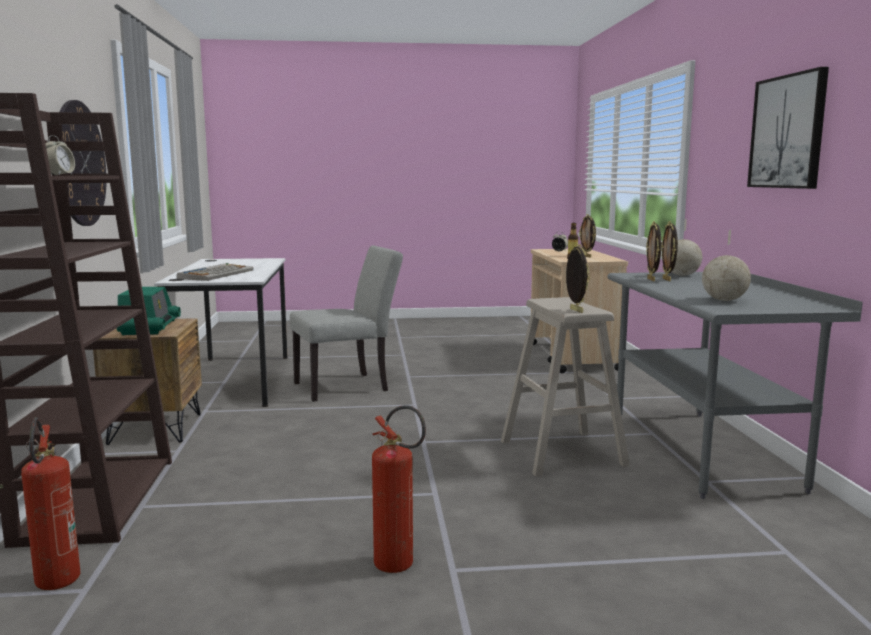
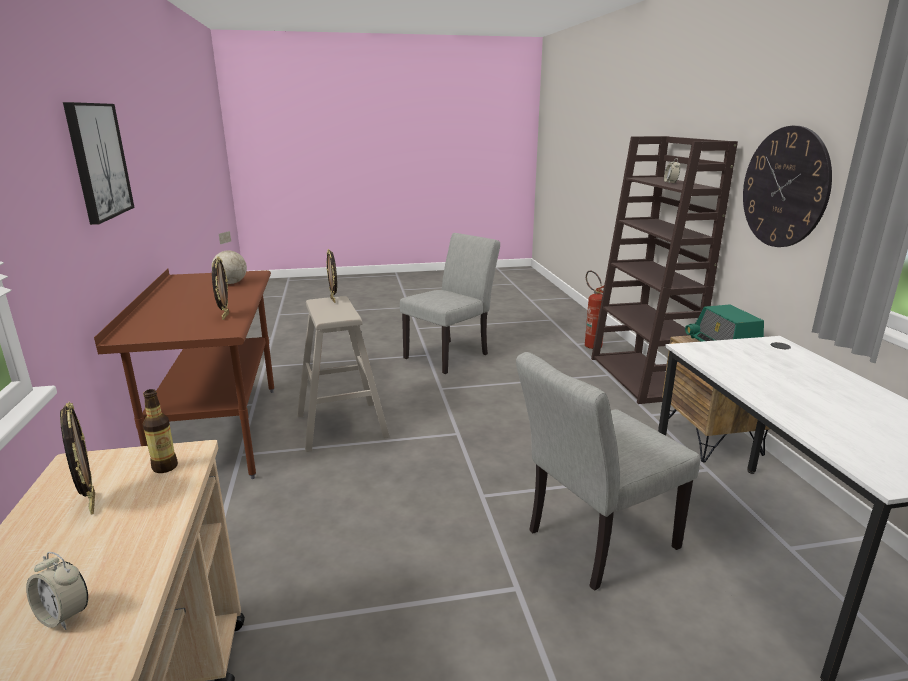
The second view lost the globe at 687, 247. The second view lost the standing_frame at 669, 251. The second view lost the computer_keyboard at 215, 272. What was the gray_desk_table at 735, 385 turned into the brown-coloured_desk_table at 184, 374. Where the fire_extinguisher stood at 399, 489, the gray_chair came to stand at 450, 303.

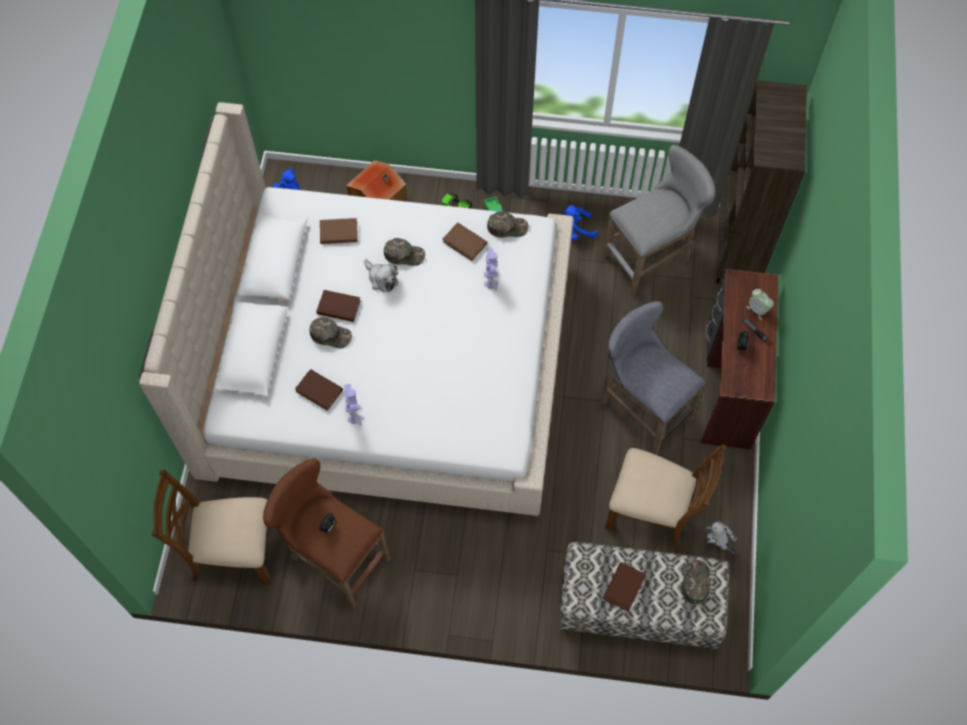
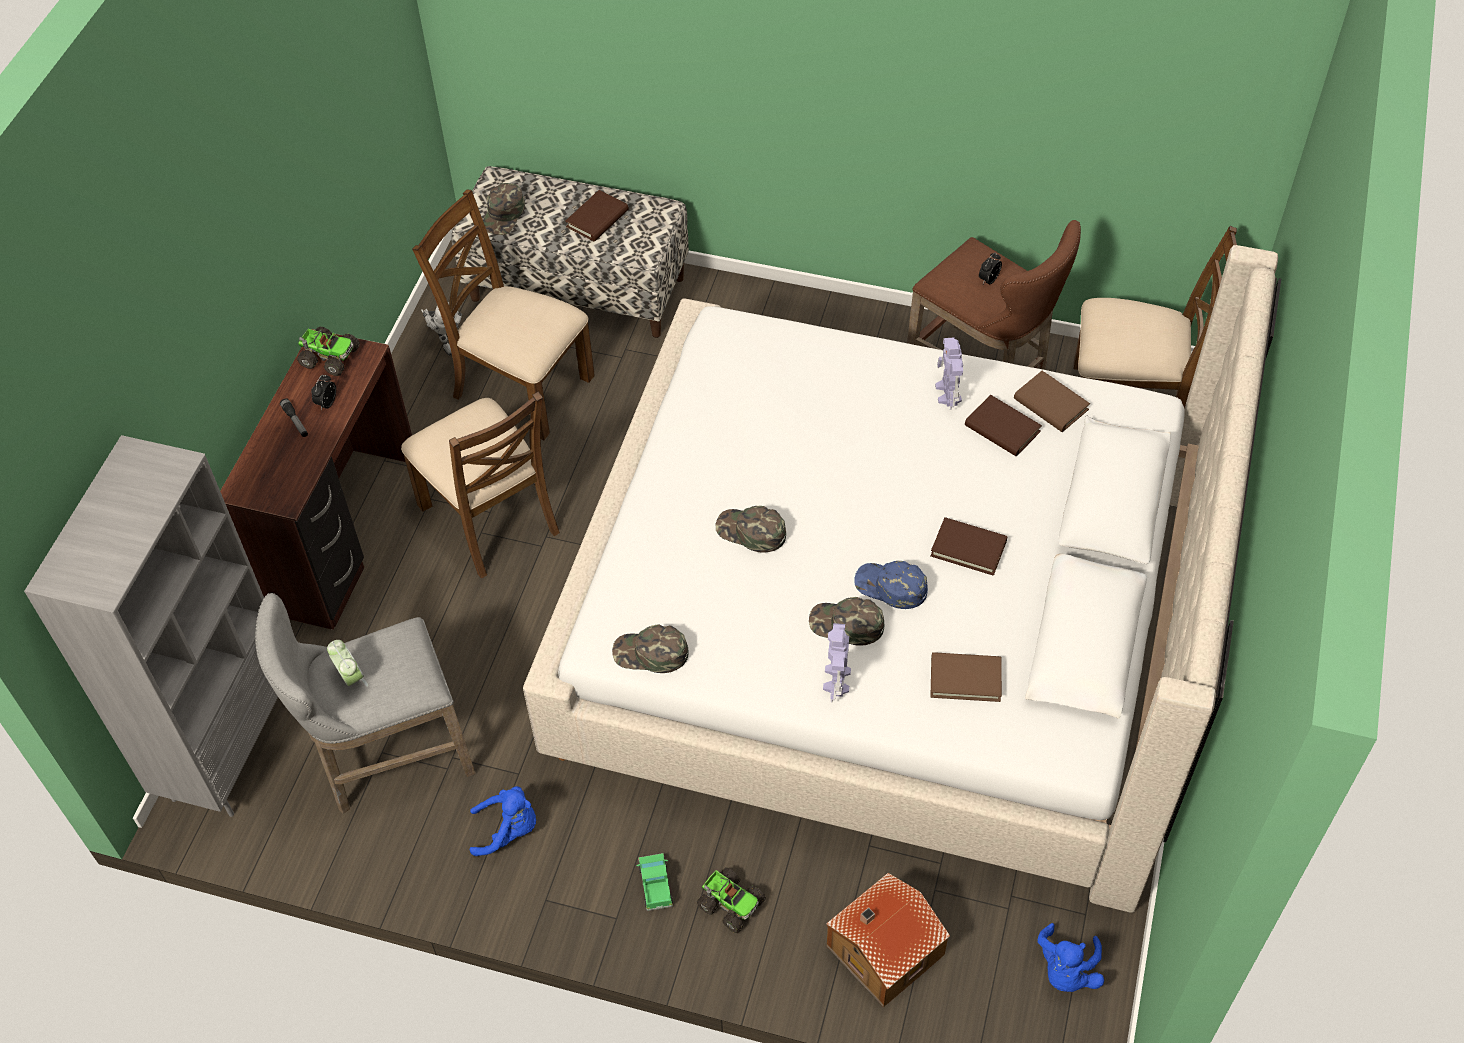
What was the brown-coloured_bookshelf at 761, 181 turned into the gray_bookshelf at 151, 626. The brown-coloured_volume ended up elsewhere, having gone from 465, 241 to 1052, 401. The toy_robot ended up elsewhere, having gone from 491, 269 to 837, 663. Where the cuddly_toy stood at 381, 275, the blue-coloured_baseball_cap came to stand at 891, 585. The alarm_clock ended up elsewhere, having gone from 760, 304 to 347, 663. Where the gray_stool_seat stood at 653, 378, the brown-coloured_chair came to stand at 480, 485. The green_baseball_cap ended up elsewhere, having gone from 330, 333 to 751, 529. The second view gained the toy_lorry at 328, 351.

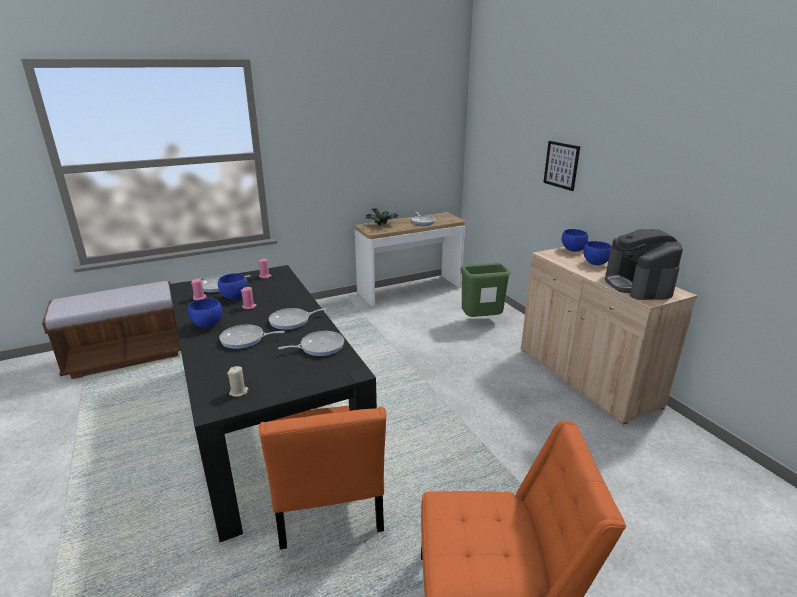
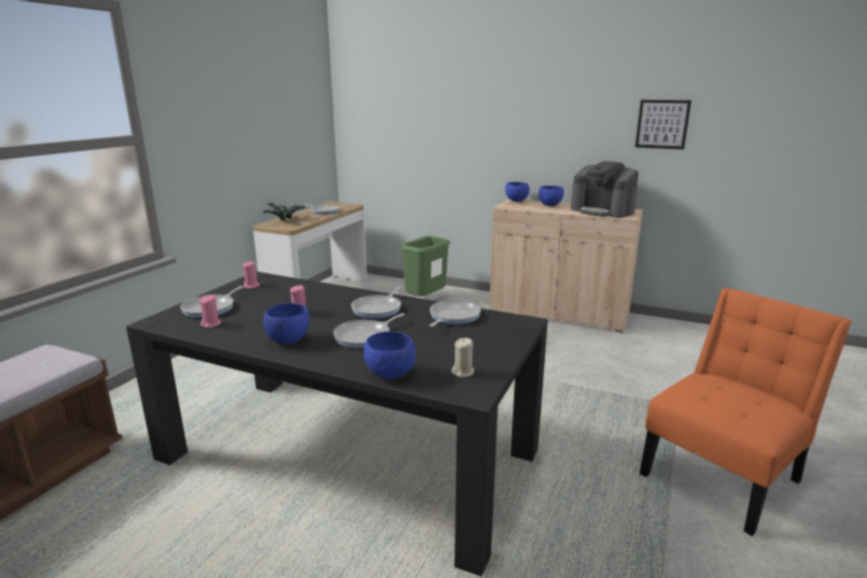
The wall_art ended up elsewhere, having gone from 561, 166 to 663, 124. The blue-coloured_deep_dish ended up elsewhere, having gone from 233, 286 to 390, 355. The second view lost the orange-coloured_chair at 323, 477.

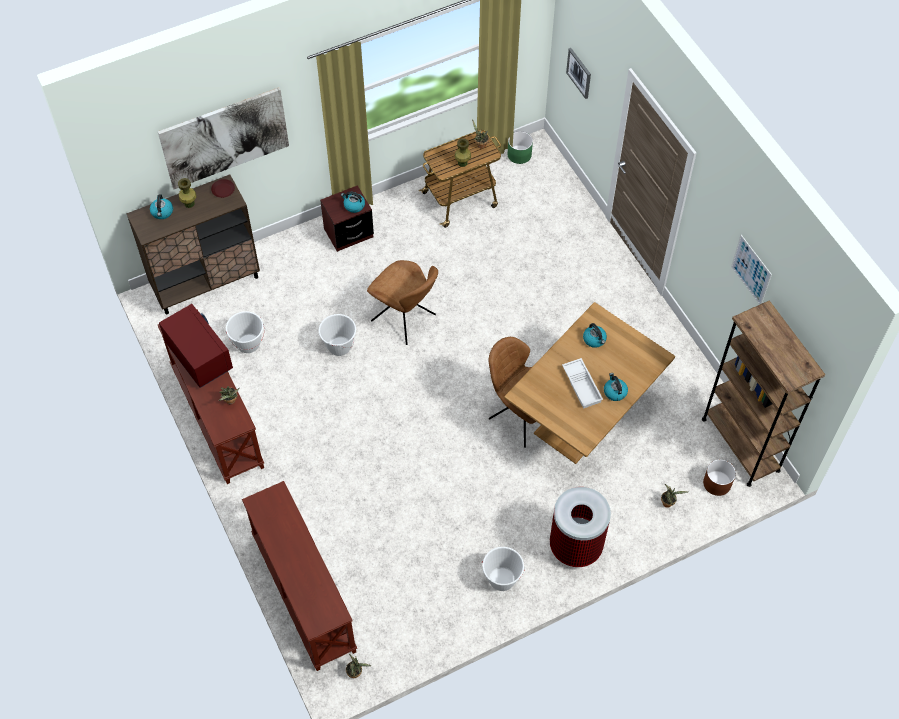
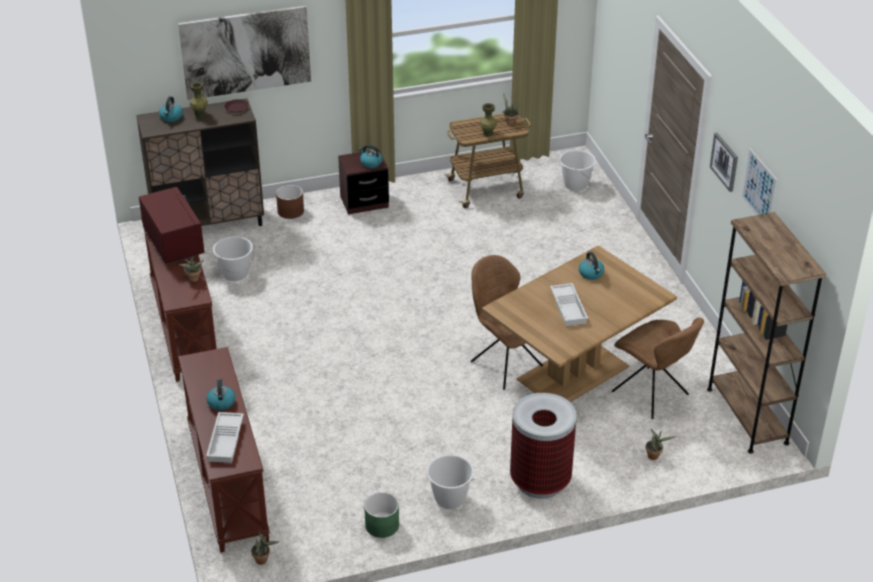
The wall_art ended up elsewhere, having gone from 578, 73 to 724, 162. The green_flower_pot ended up elsewhere, having gone from 520, 147 to 381, 515. The brown-coloured_chair ended up elsewhere, having gone from 402, 302 to 658, 368. The whitish_water_bucket ended up elsewhere, having gone from 337, 335 to 578, 170. The kettle ended up elsewhere, having gone from 616, 387 to 221, 395. The brown-coloured_flower_pot ended up elsewhere, having gone from 719, 477 to 290, 202. The second view gained the whitish_carrying_tray at 225, 437.

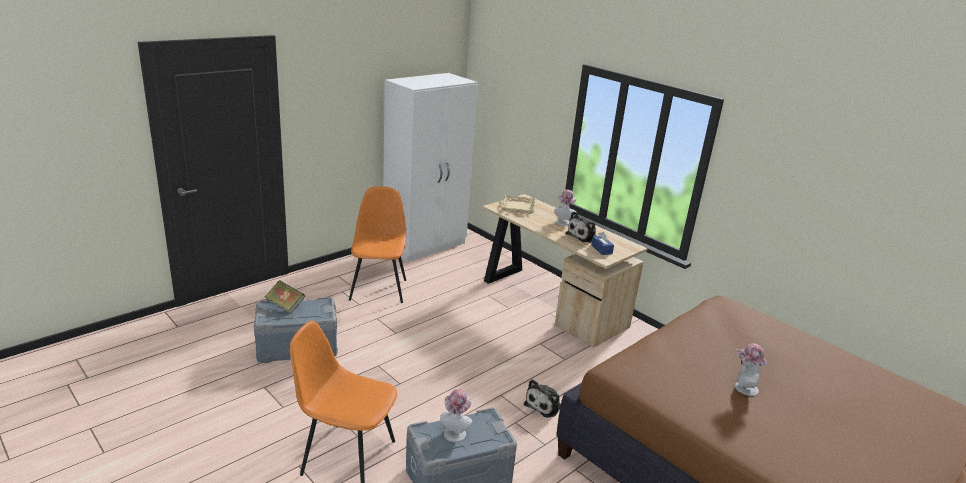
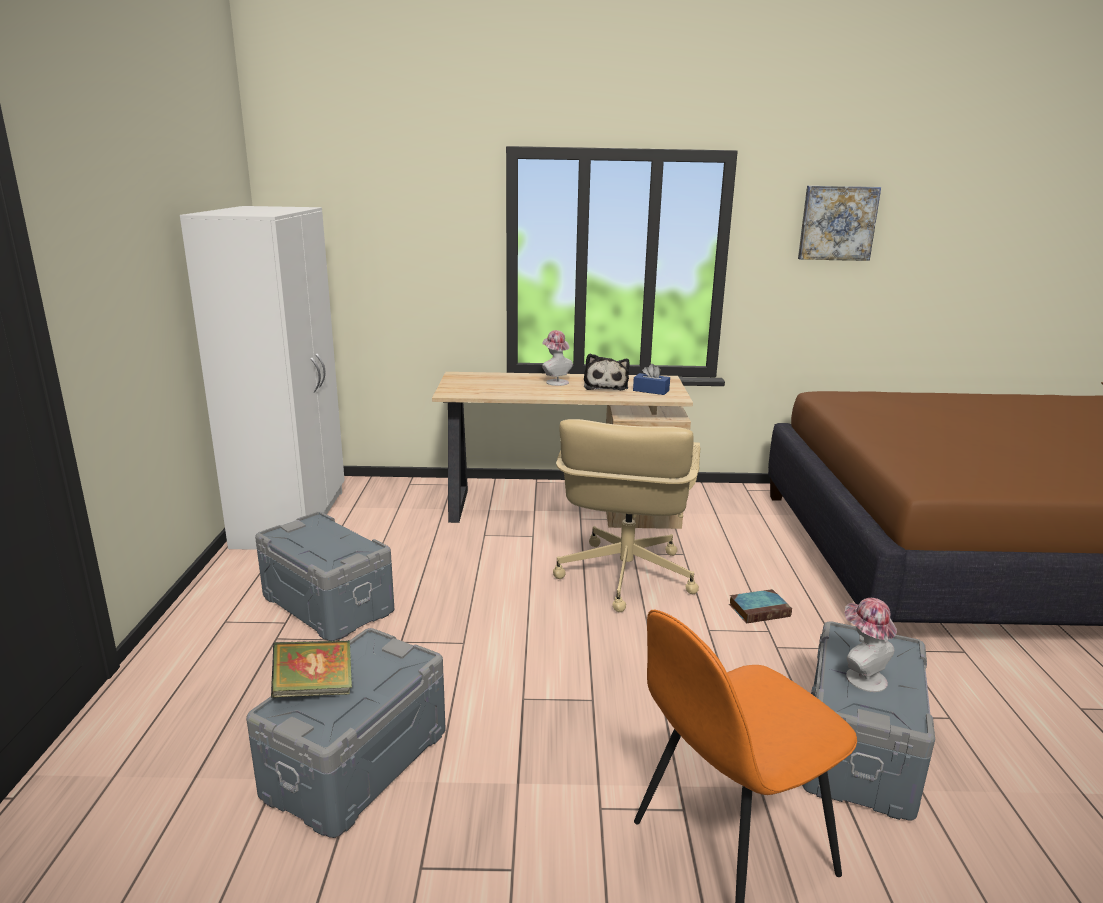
Where the orange-coloured_chair stood at 377, 244, the gray_storage_bin came to stand at 324, 576. The second view lost the beige-coloured_carrying_tray at 518, 204. The second view lost the clothing_hat at 751, 369. Where the cuddly_toy stood at 542, 398, the volume came to stand at 760, 606. The second view gained the wall_art at 839, 223. The second view gained the beige-coloured_computer_chair at 626, 515.

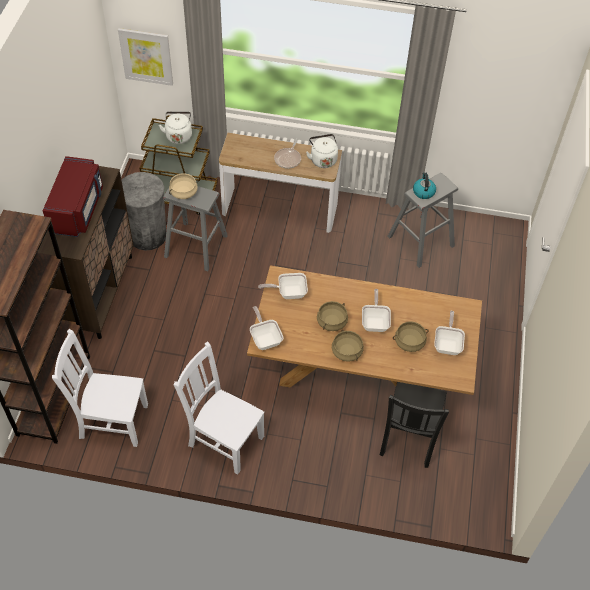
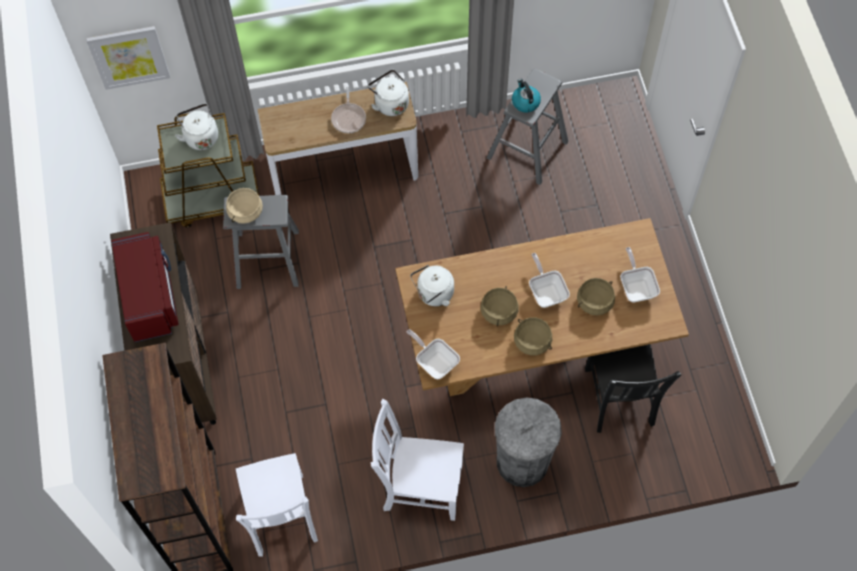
The gray_waste_bin ended up elsewhere, having gone from 144, 211 to 528, 442. Where the skillet stood at 283, 286, the whitish_kettle came to stand at 432, 285. The whitish_chair at 100, 388 ended up facing another way, 90 degrees counterclockwise from before.

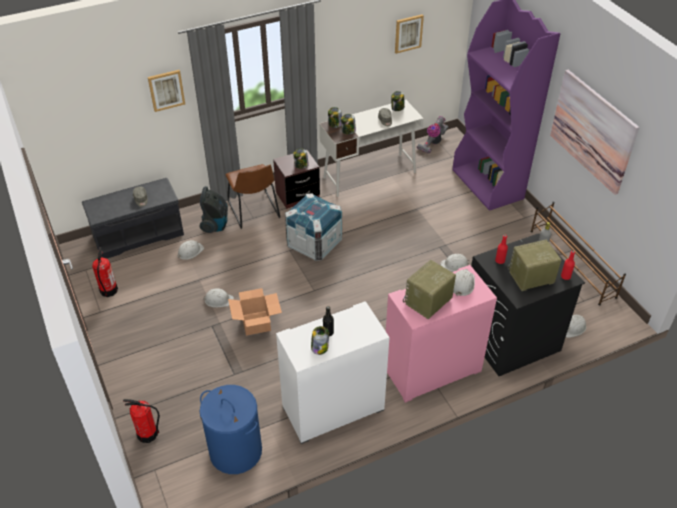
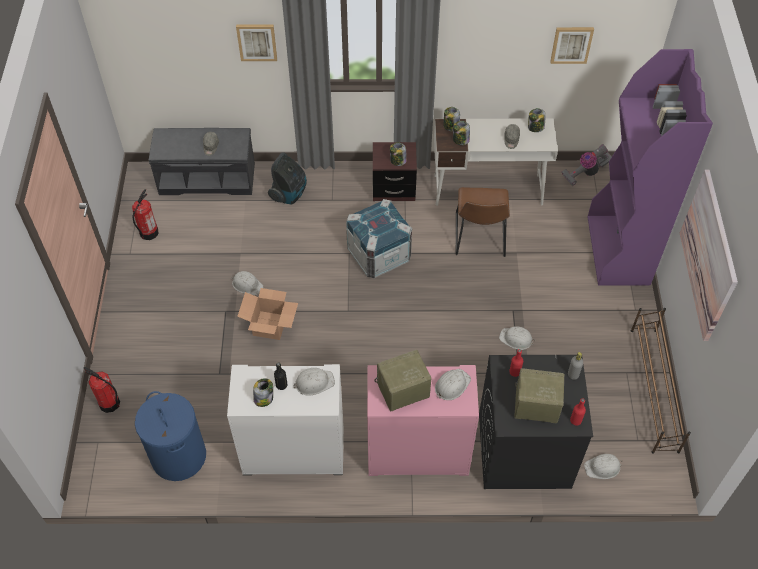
The brown-coloured_chair ended up elsewhere, having gone from 253, 196 to 482, 222. The whitish_hard_hat ended up elsewhere, having gone from 191, 250 to 314, 381.

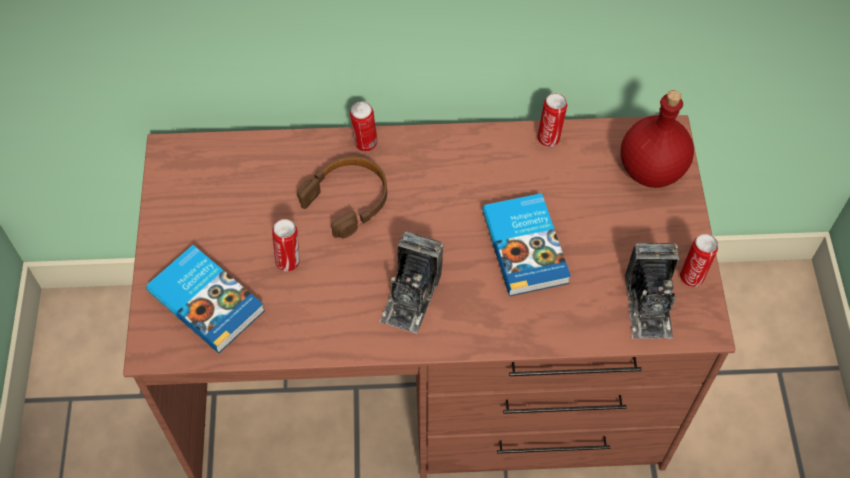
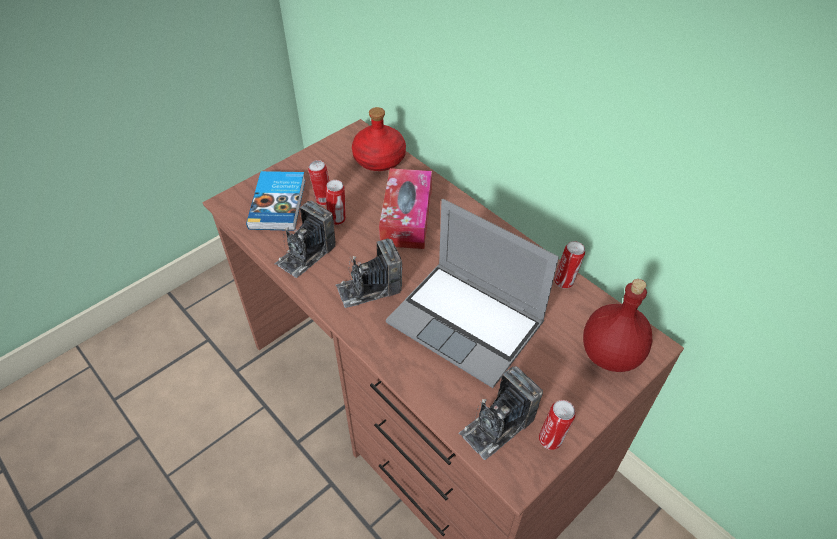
The sealed_can ended up elsewhere, having gone from 363, 126 to 319, 182. Where the brown-coloured_headset stood at 342, 197, the box_of_tissues came to stand at 405, 208. Where the volume stood at 526, 244, the notebook_computer came to stand at 472, 293. The second view gained the reddish_drink_bottle at 379, 139. The second view gained the photo_camera at 305, 239.

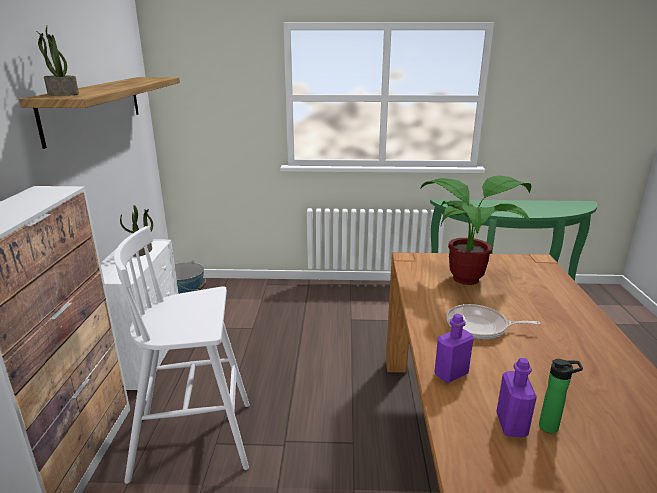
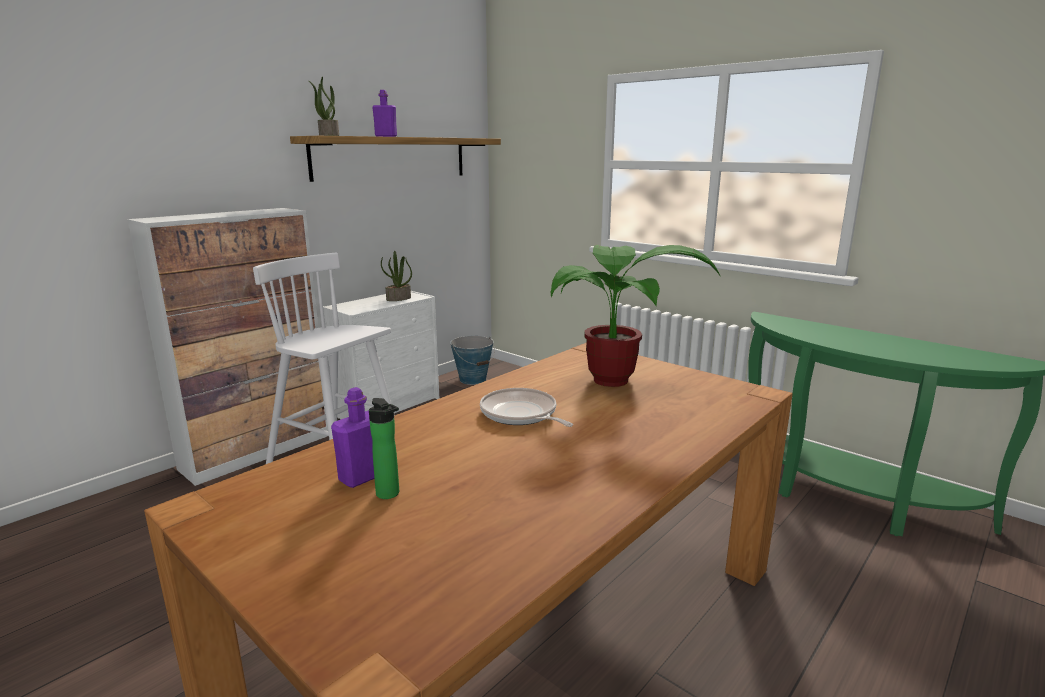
The purple_drink_bottle ended up elsewhere, having gone from 454, 348 to 384, 113.

